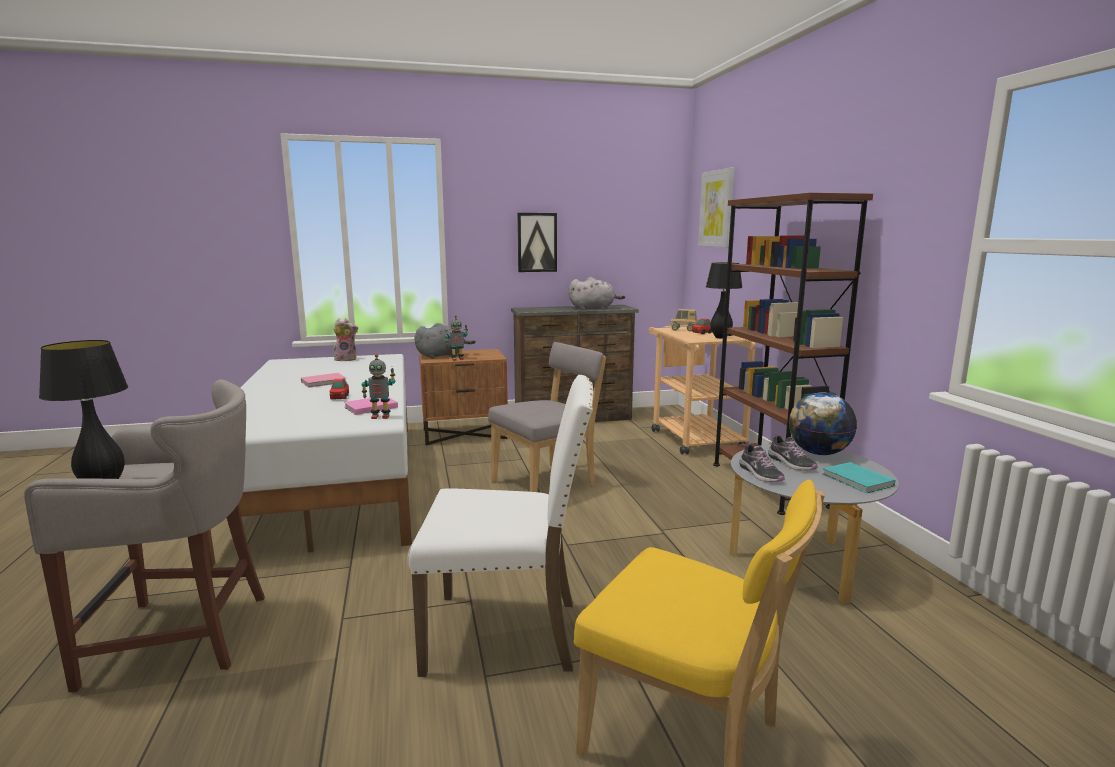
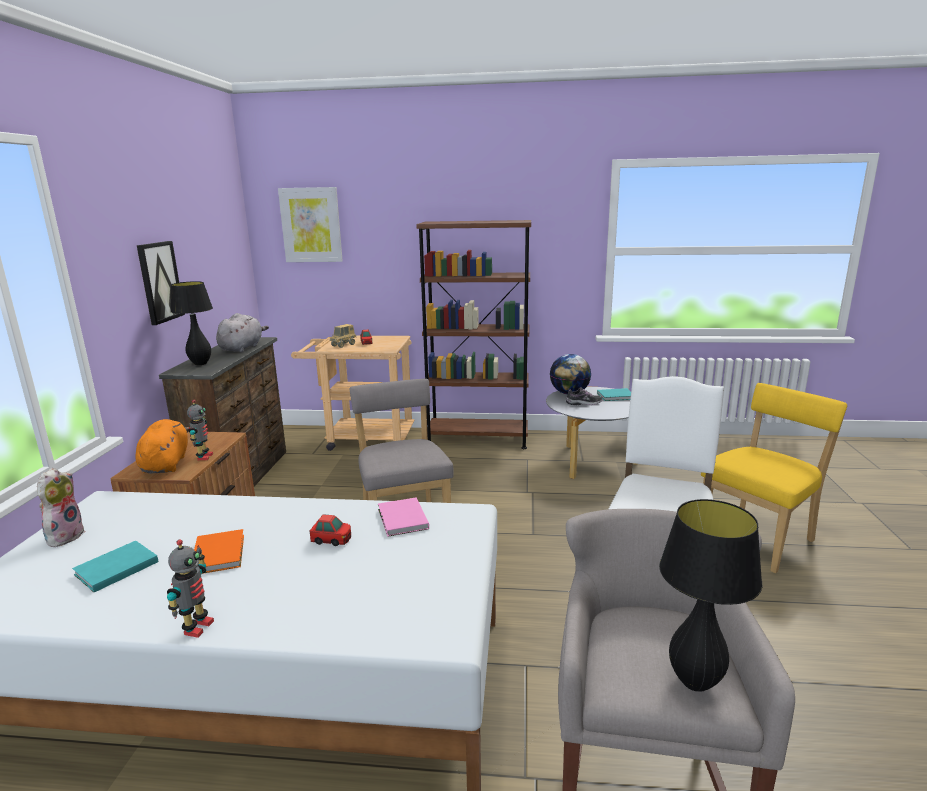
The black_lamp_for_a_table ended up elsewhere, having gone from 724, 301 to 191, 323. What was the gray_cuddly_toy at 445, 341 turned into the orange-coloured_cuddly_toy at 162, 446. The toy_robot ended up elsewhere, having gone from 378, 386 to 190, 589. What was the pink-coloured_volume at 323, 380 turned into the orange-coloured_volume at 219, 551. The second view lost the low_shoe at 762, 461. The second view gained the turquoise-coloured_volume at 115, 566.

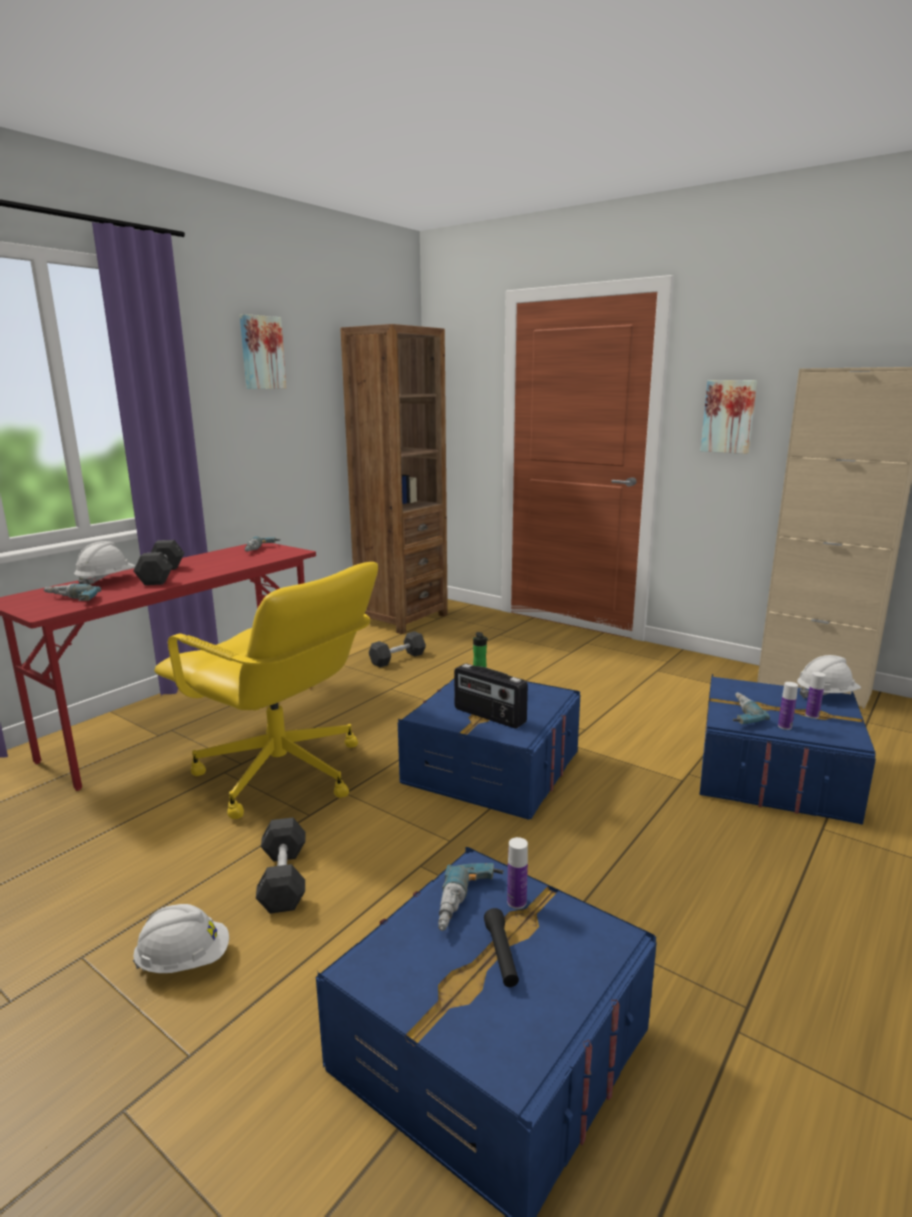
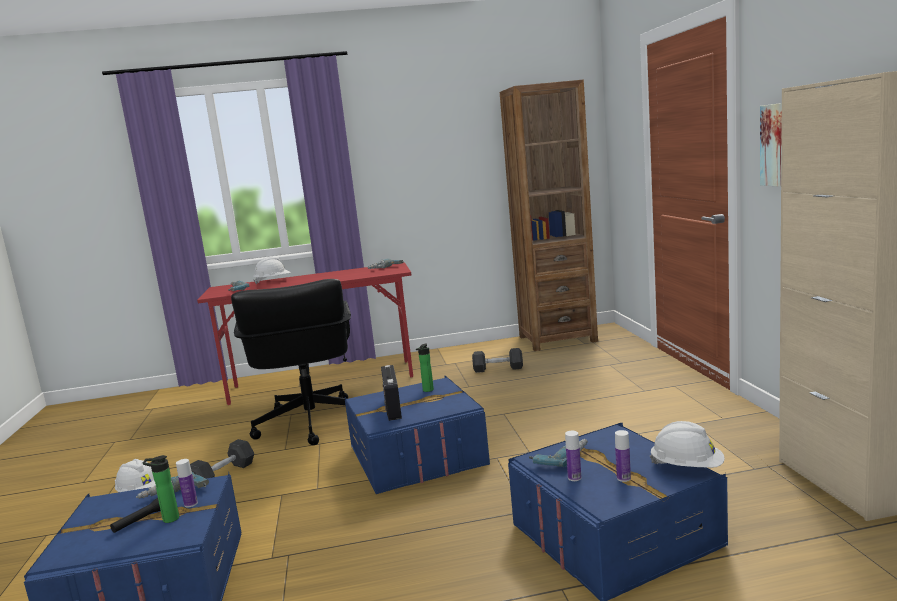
The second view lost the wall_art at 263, 351. The second view lost the gray_free_weight at 159, 562. What was the yellow-coloured_computer_chair at 266, 690 turned into the black_computer_chair at 291, 362. The second view gained the drink_bottle at 161, 489.

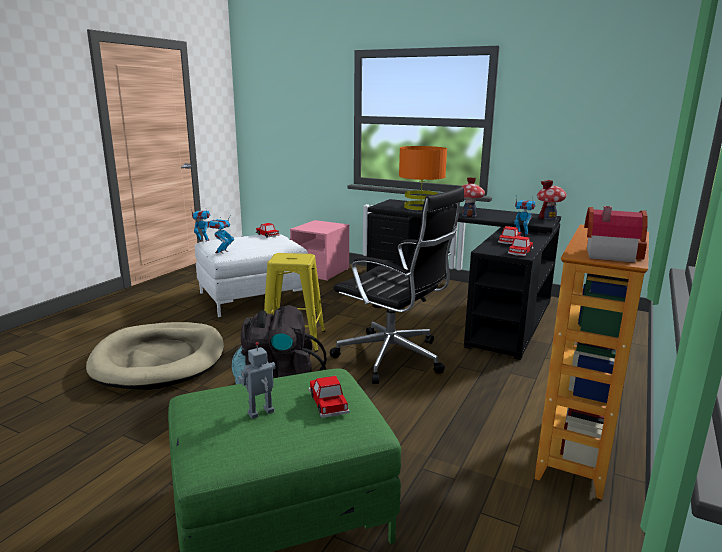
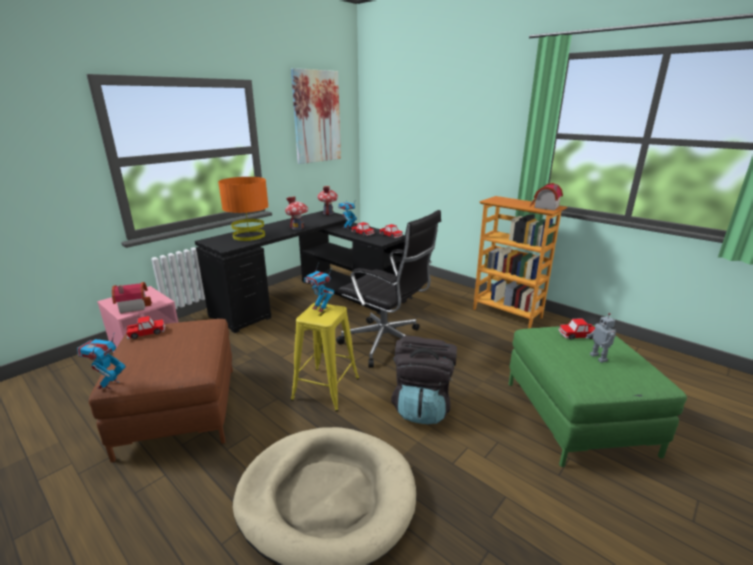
The black_computer_chair at 397, 285 ended up facing another way, 75 degrees clockwise from before. The toy_robot ended up elsewhere, having gone from 220, 234 to 319, 287. What was the whitish_footrest at 251, 275 turned into the brown-coloured_footrest at 161, 391. The second view gained the wall_art at 316, 116. The second view gained the model_house at 132, 297.

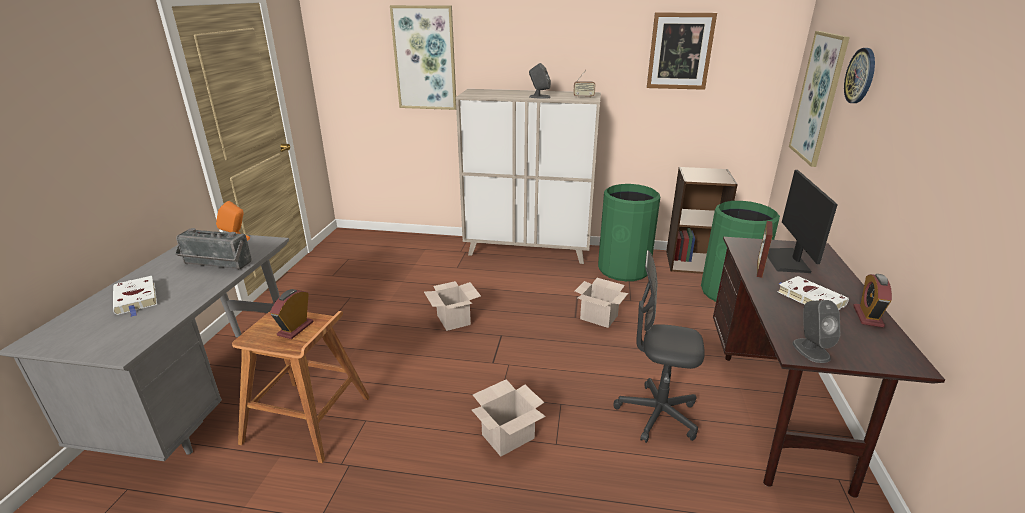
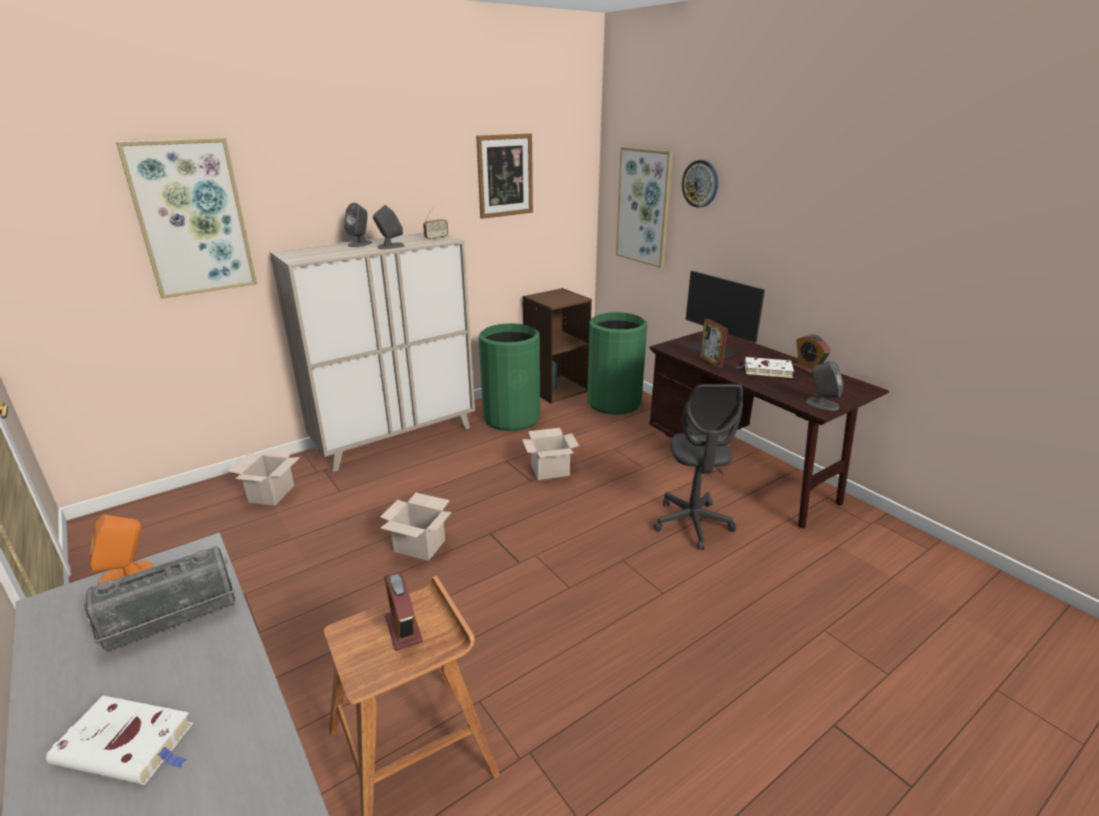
The gray_computer_chair at 659, 346 ended up facing another way, 60 degrees counterclockwise from before. The carton ended up elsewhere, having gone from 509, 417 to 264, 477. The second view gained the gray_loudspeaker at 358, 225.

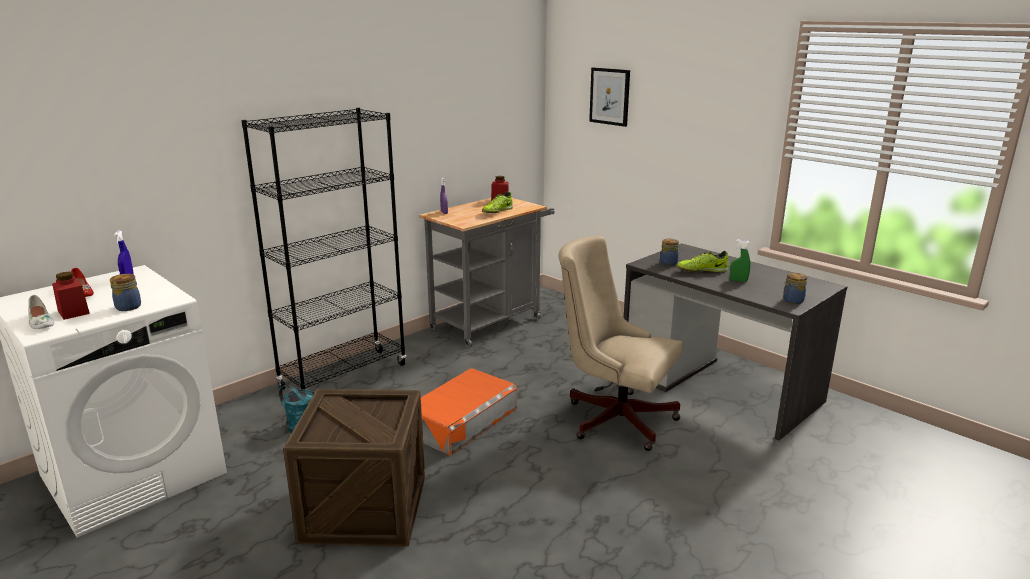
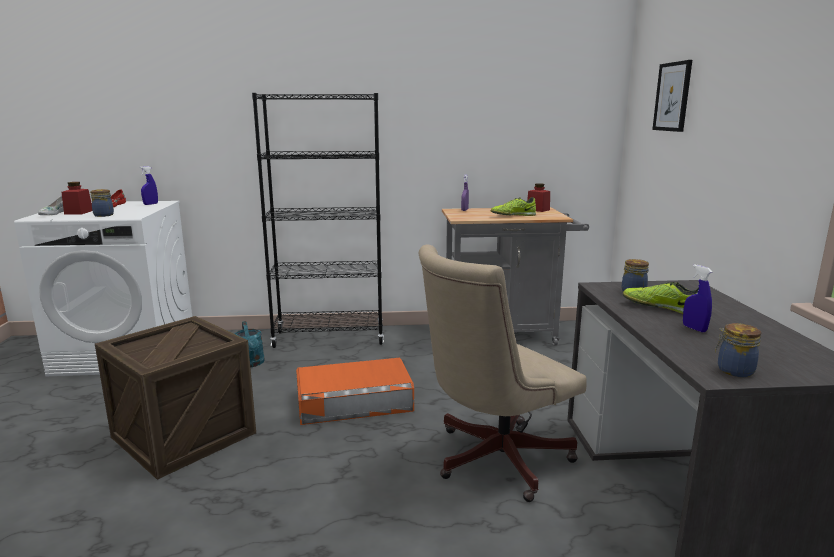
The beige-coloured_computer_chair at 620, 343 ended up facing another way, 105 degrees counterclockwise from before. What was the green_sprayer at 740, 260 turned into the blue-coloured_sprayer at 697, 298.

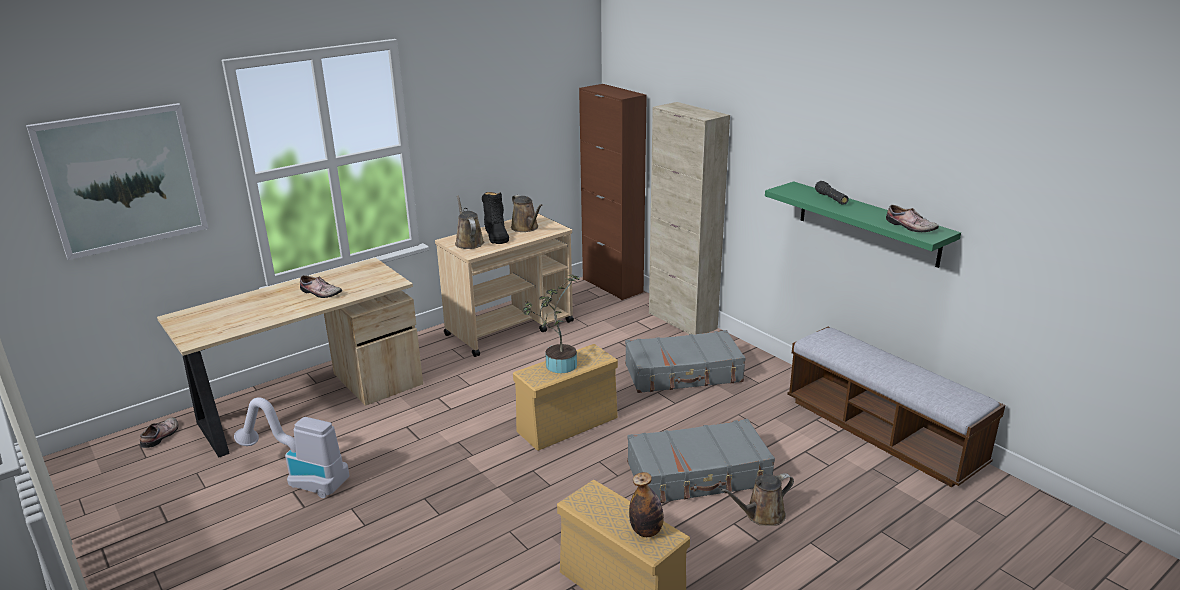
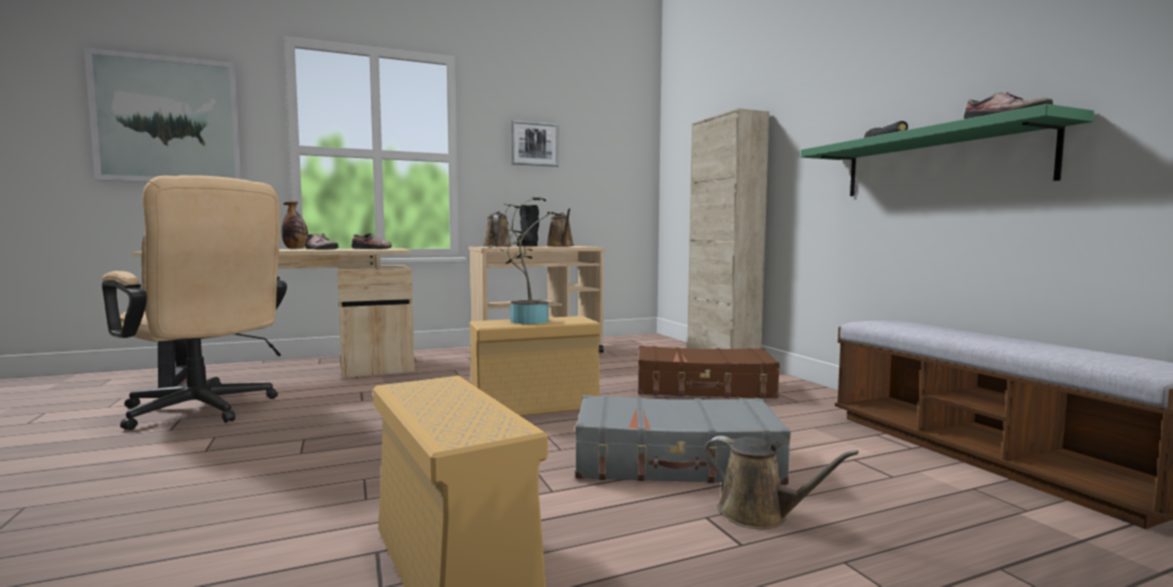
The second view lost the brown-coloured_cabinet at 613, 192. What was the gray_suitcase at 685, 361 turned into the brown-coloured_suitcase at 709, 372. Where the vacuum_cleaner stood at 291, 447, the beige-coloured_computer_chair came to stand at 194, 302. The low_shoe ended up elsewhere, having gone from 159, 432 to 372, 241. The drink_bottle ended up elsewhere, having gone from 646, 504 to 294, 225. The brown-coloured_watering_can at 757, 499 ended up facing another way, 135 degrees counterclockwise from before. The second view gained the wall_art at 535, 143.

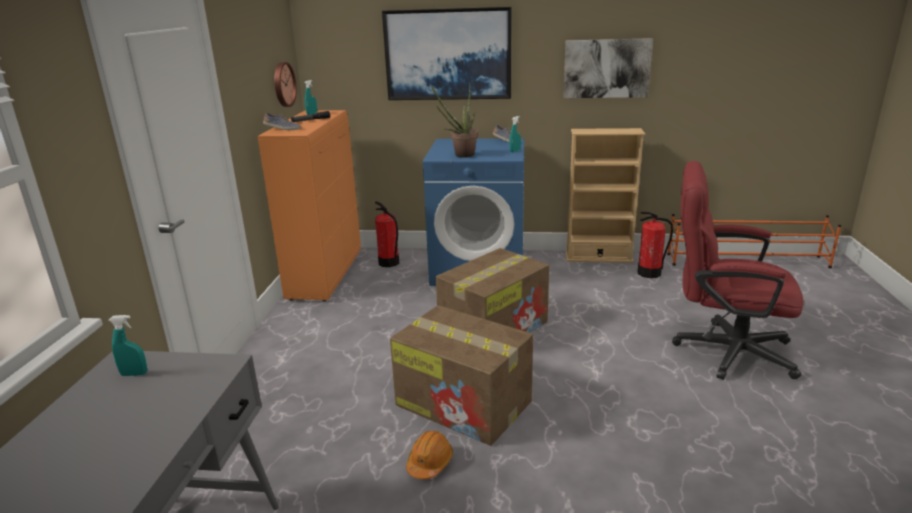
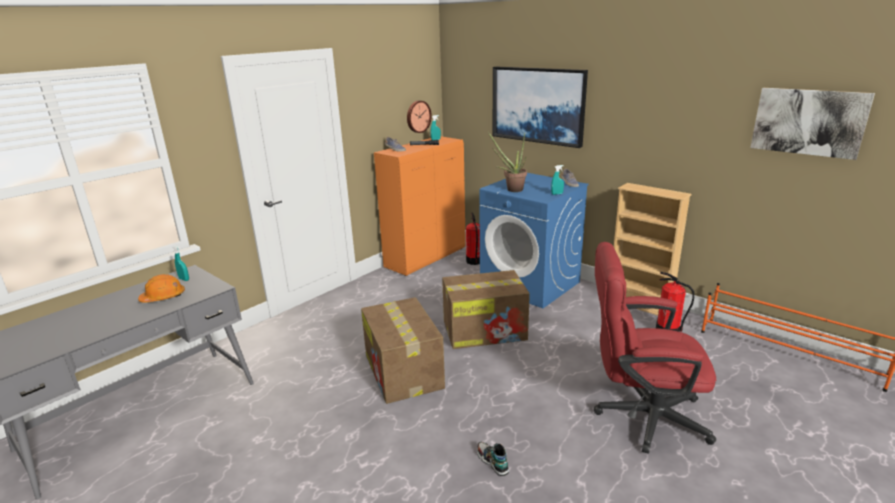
The wall_art ended up elsewhere, having gone from 608, 68 to 812, 124. The reddish_computer_chair at 738, 270 ended up facing another way, 45 degrees counterclockwise from before. The orange-coloured_hard_hat ended up elsewhere, having gone from 429, 455 to 161, 288. The second view gained the low_shoe at 493, 459.

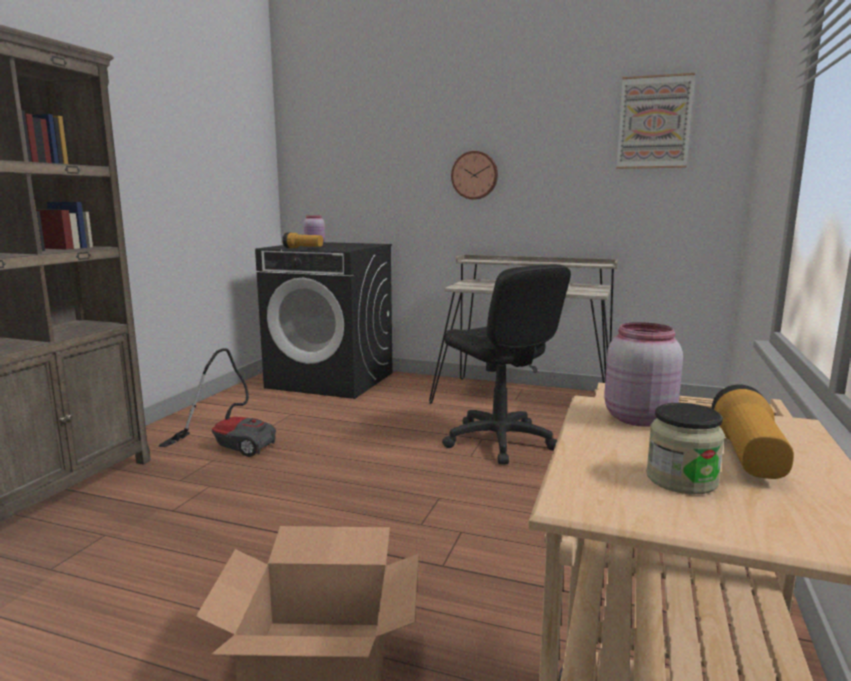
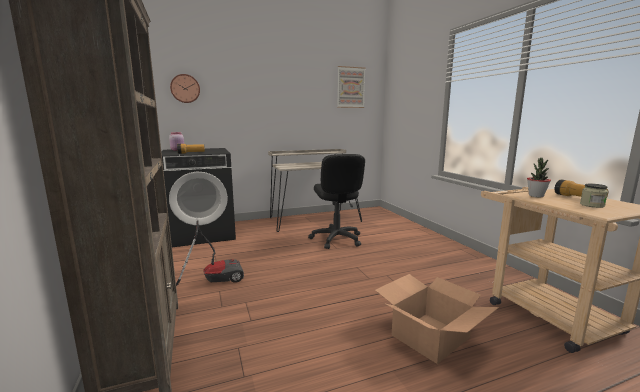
The wall_clock ended up elsewhere, having gone from 474, 175 to 185, 88. The black_computer_chair at 506, 364 ended up facing another way, 60 degrees clockwise from before. Where the pink-coloured_storage_jar stood at 643, 374, the houseplant came to stand at 539, 177.

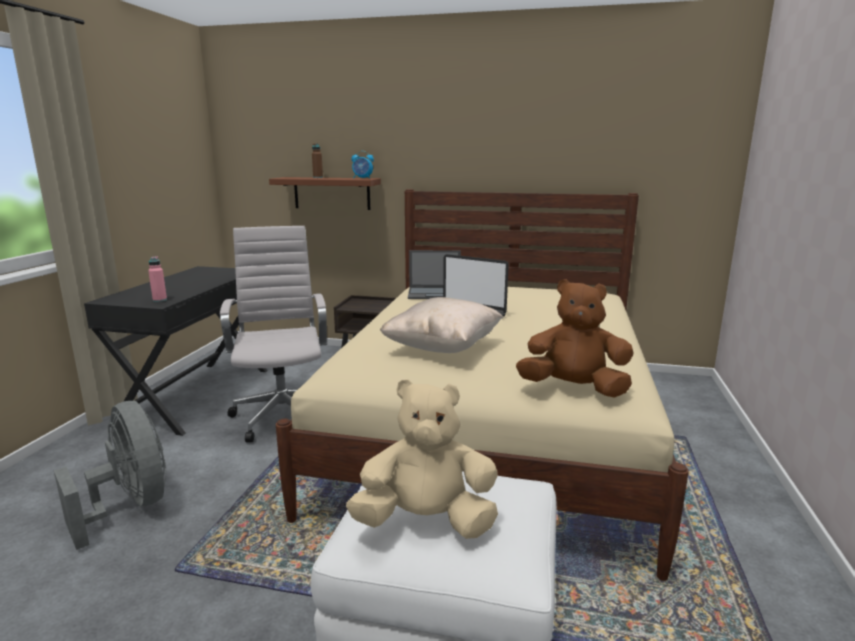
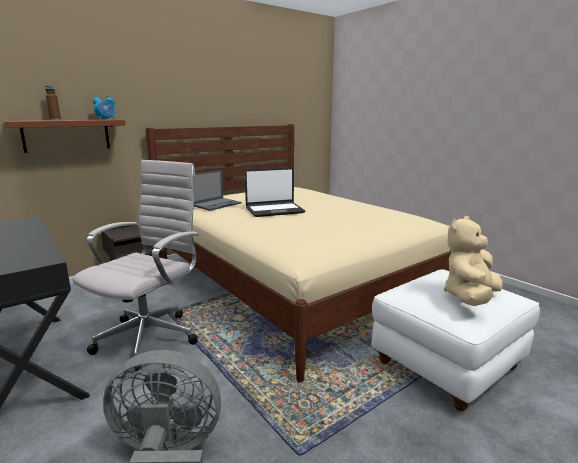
The whitish_computer_chair at 273, 334 ended up facing another way, 90 degrees clockwise from before. The second view lost the pink-coloured_drink_bottle at 157, 279. The second view lost the brown-coloured_cuddly_toy at 574, 338. The second view lost the beige-coloured_throw_pillow at 442, 325.

